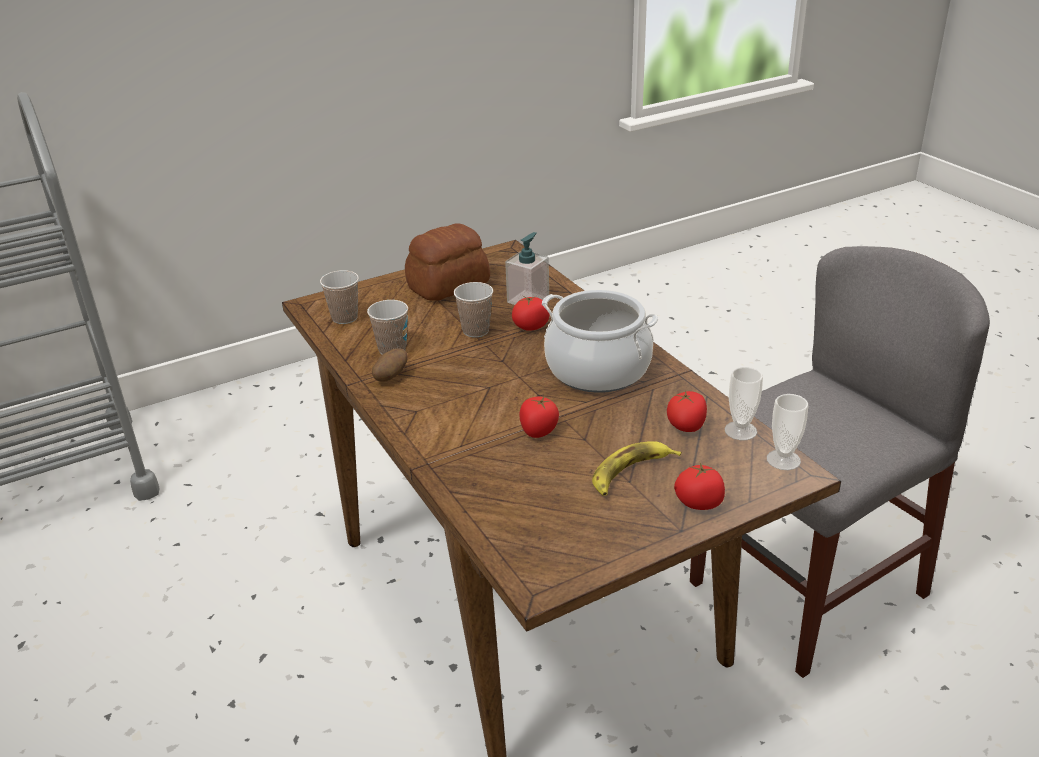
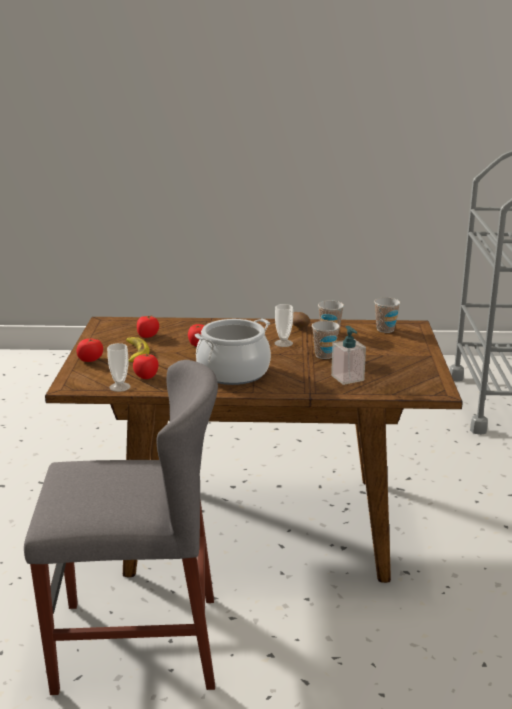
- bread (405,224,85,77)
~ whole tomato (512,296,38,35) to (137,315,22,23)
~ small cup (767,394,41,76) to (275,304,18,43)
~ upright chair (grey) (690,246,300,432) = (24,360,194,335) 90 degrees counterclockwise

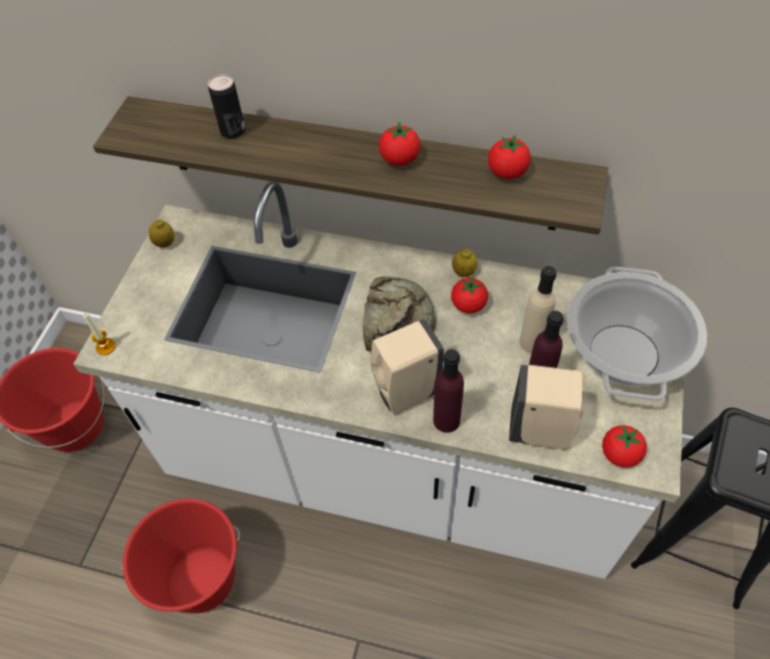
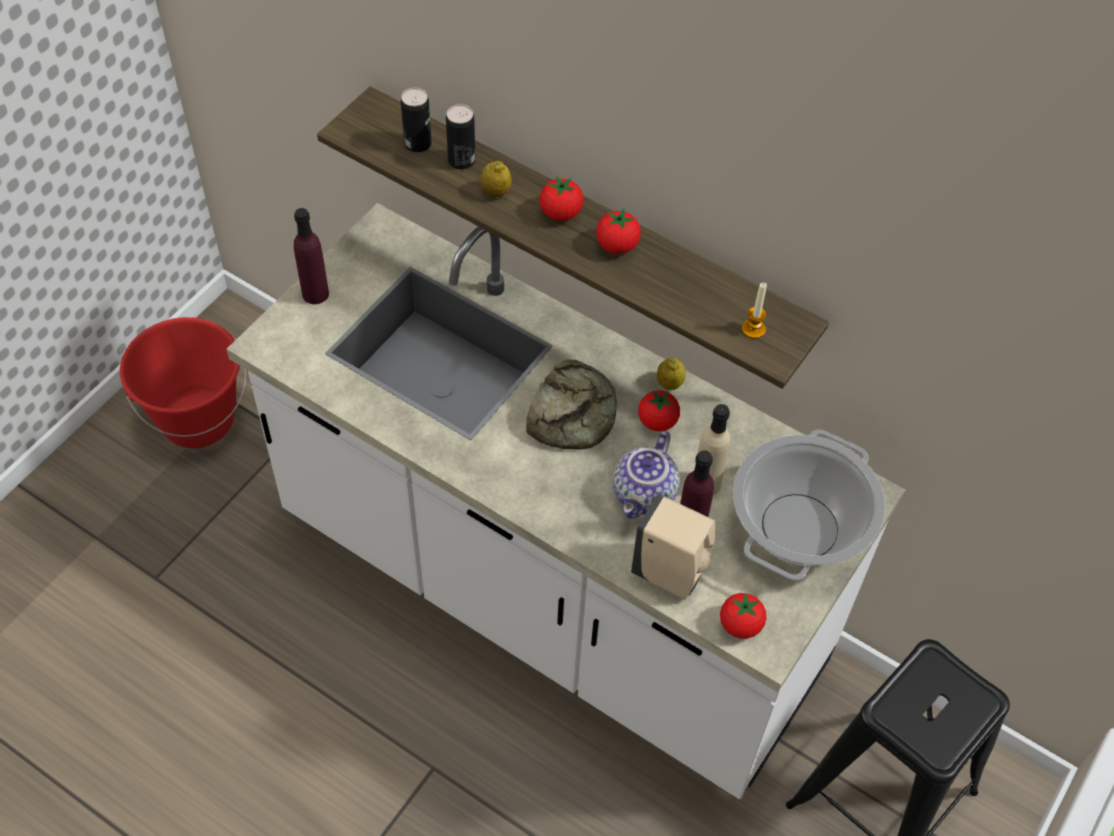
- water bucket (red) (122,498,118,115)
- liquid soap bottle (beige-coloured) (370,319,74,95)
+ sealed can (401,88,31,65)
+ teapot (613,431,67,88)
~ candle (83,313,33,42) to (742,283,25,56)
~ lemon (149,219,26,28) to (481,161,30,36)
~ drink bottle (purple-coloured) (433,349,31,84) to (294,208,35,96)
~ whole tomato (488,135,43,44) to (539,176,45,45)

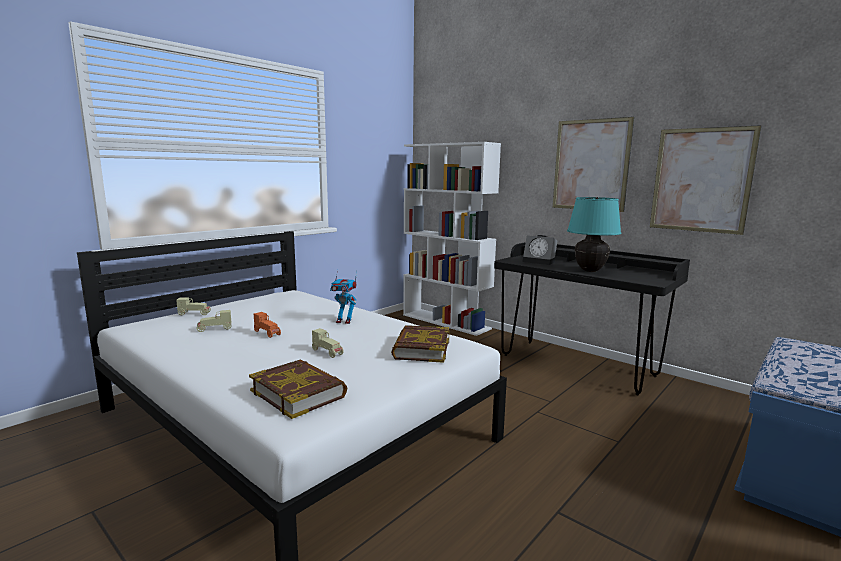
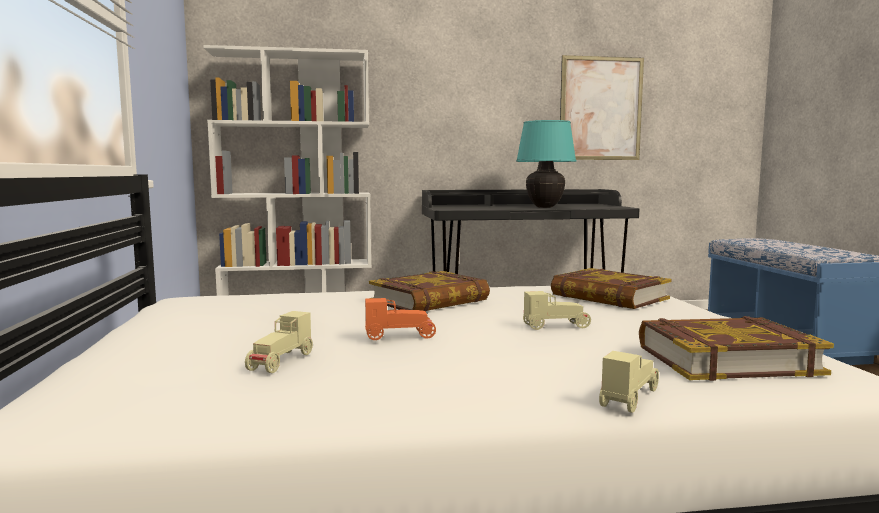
- bedside clock (522,235,35,30)
- wall picture (553,117,81,95)
~ miniature car (beige-coloured) (176,298,35,17) to (599,351,60,62)
~ robot figure (330,270,27,54) to volume (369,271,121,41)

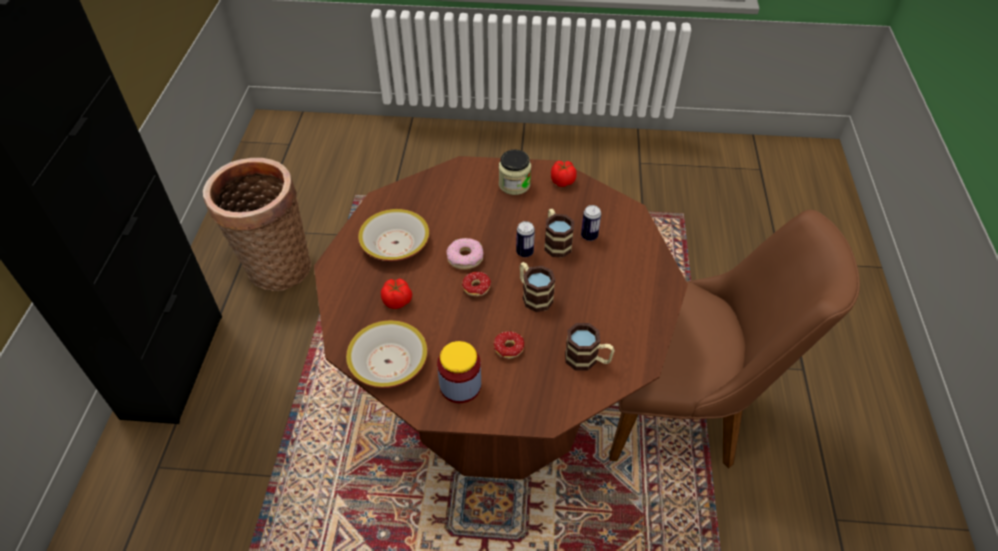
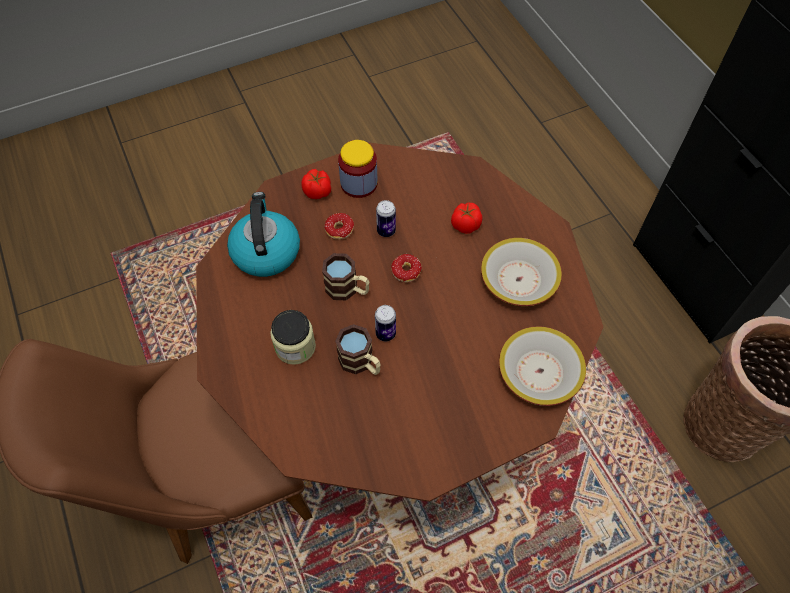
- ring doughnut (446,238,37,32)
~ bowl (346,320,82,68) to (499,326,87,80)
~ jar (499,150,32,45) to (270,310,46,55)
~ whole tomato (551,161,26,26) to (301,169,30,30)
~ sealed can (581,205,20,36) to (376,200,20,37)
~ tea mug (565,323,49,48) to tea kettle (227,192,73,85)

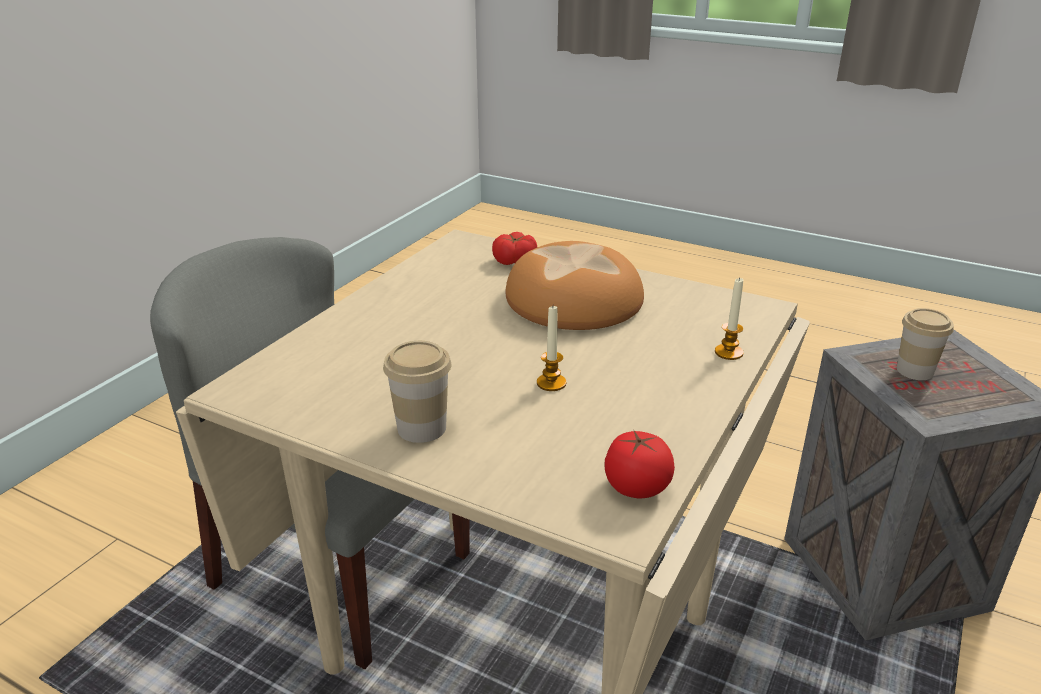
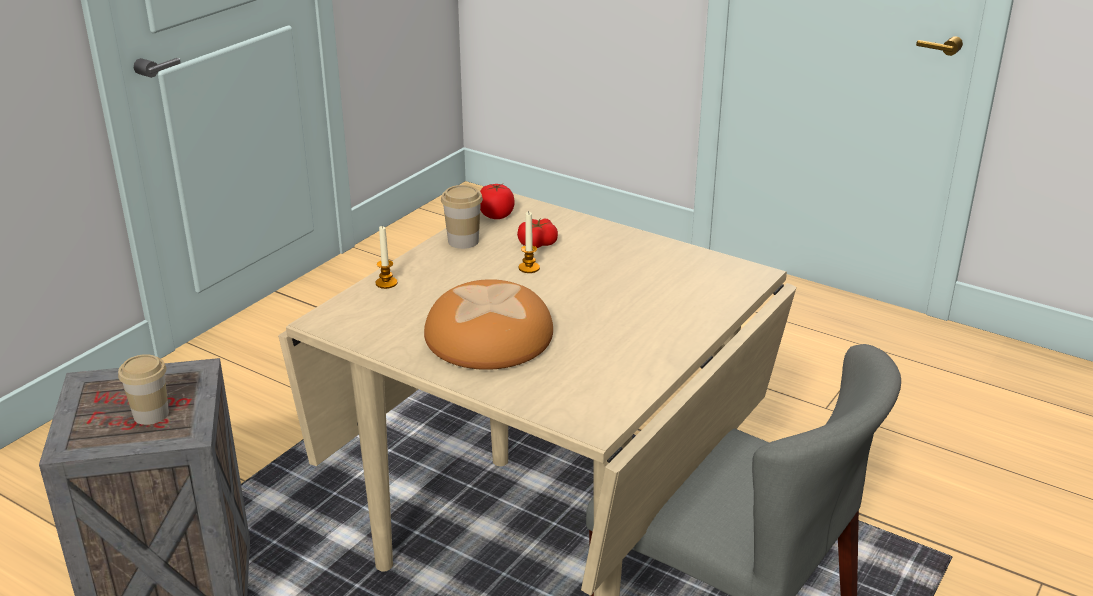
~ small cup (383,341,68,102) to (441,185,42,64)
~ whole tomato (492,232,45,33) to (517,218,41,30)

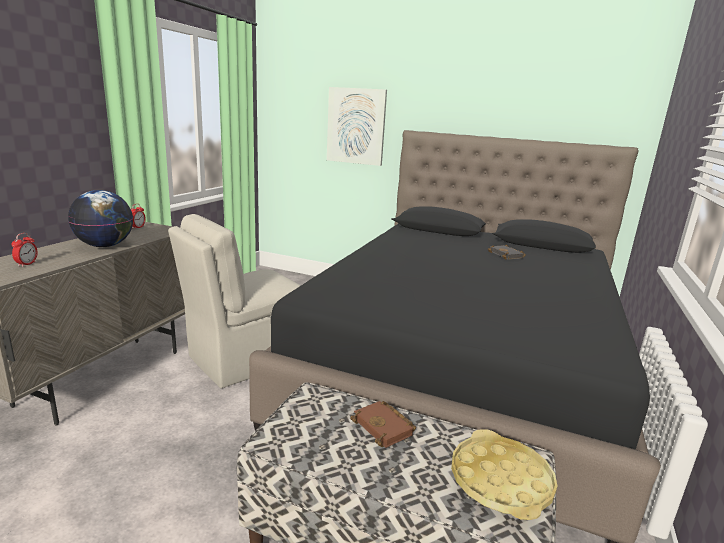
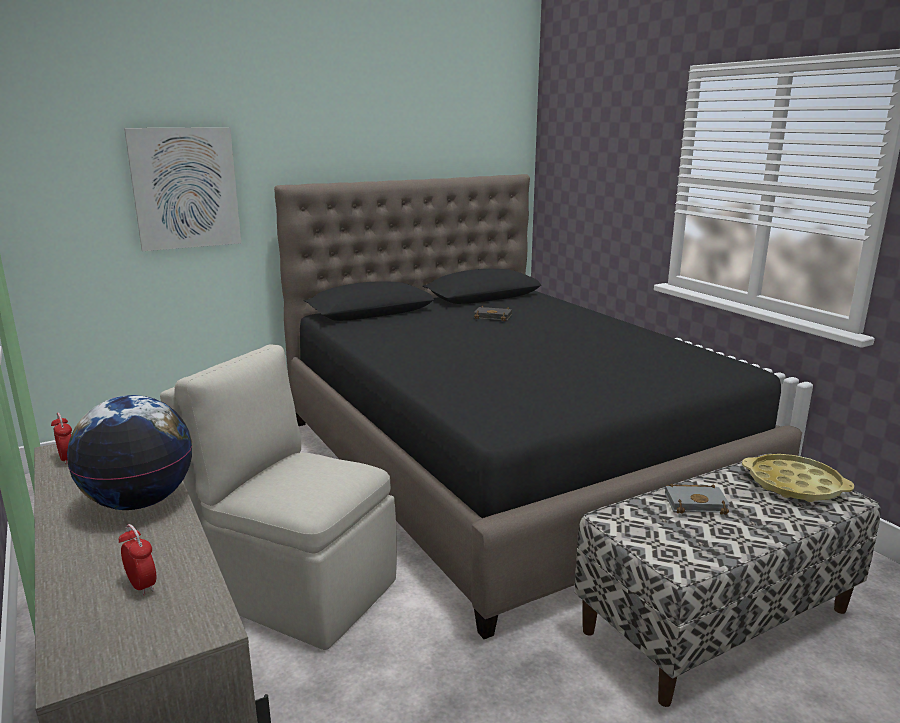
~ volume (brown-coloured) (350,401,66,47) to volume (grey) (665,484,65,30)
~ upright chair (beige-coloured) (168,214,133,174) = (160,344,237,306) 120 degrees clockwise

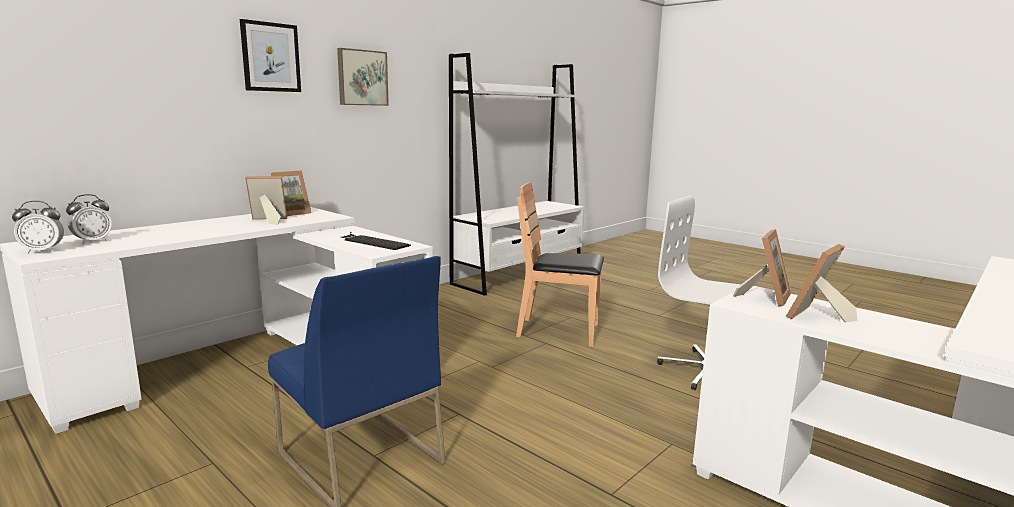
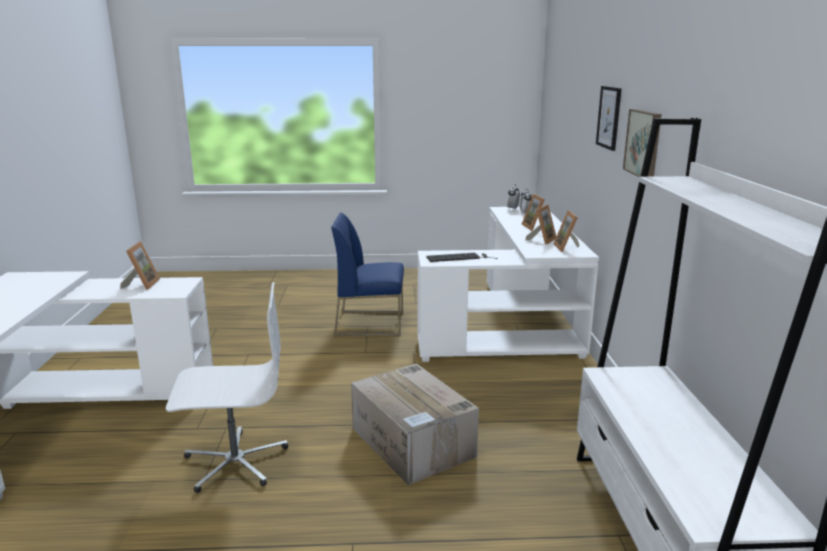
~ standing frame (733,229,58,77) to (522,194,23,37)
~ upright chair (brown-coloured) (516,182,88,165) to carton (351,364,128,121)

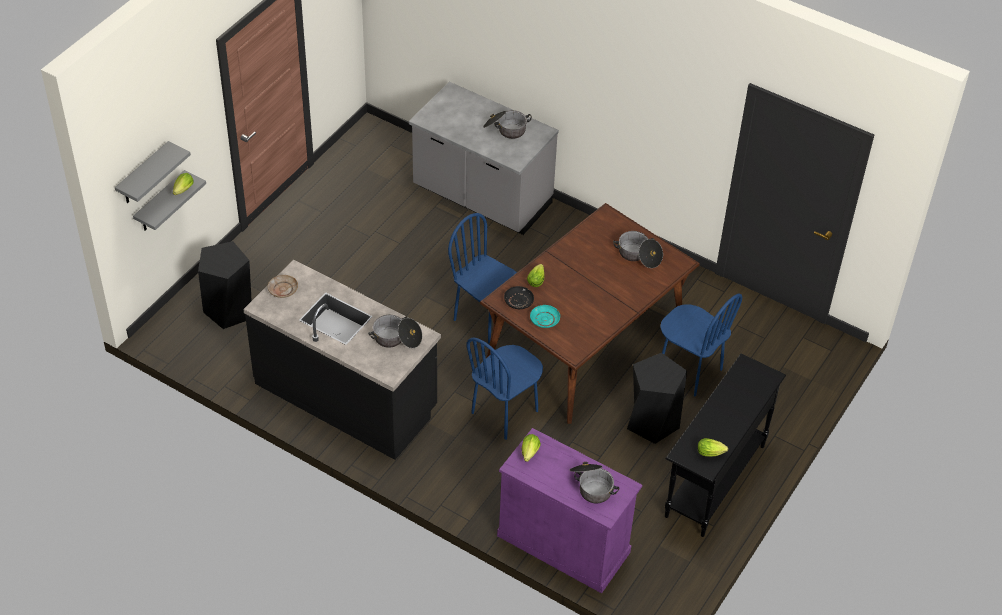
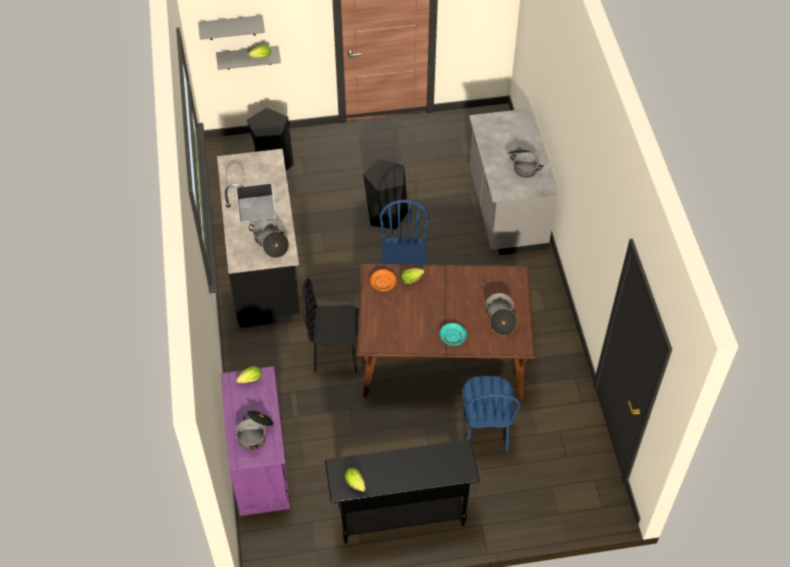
- plate (beige-coloured) (268,275,30,23)
~ plate (blue-green) (530,305,30,23) to (440,323,27,23)
~ sitting stool (blackish) (627,353,60,91) to (363,159,45,70)
~ upright chair (blue-coloured) (467,337,76,103) to upright chair (blackish) (302,278,57,94)
~ plate (blackish) (504,286,30,23) to plate (orange) (370,269,26,22)

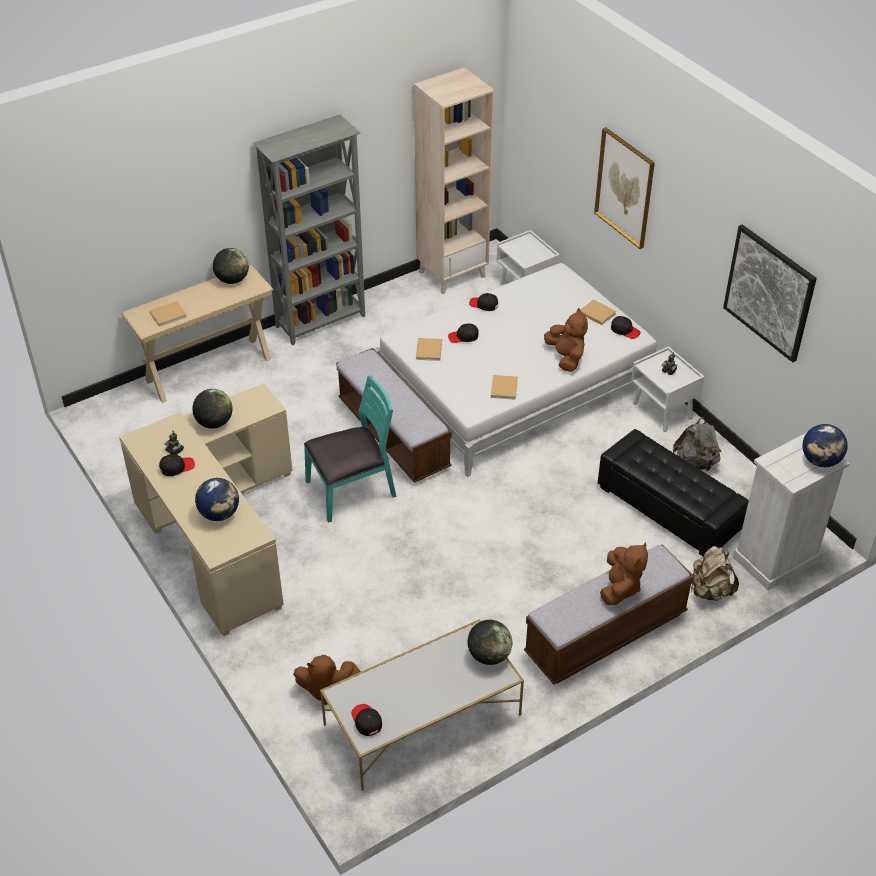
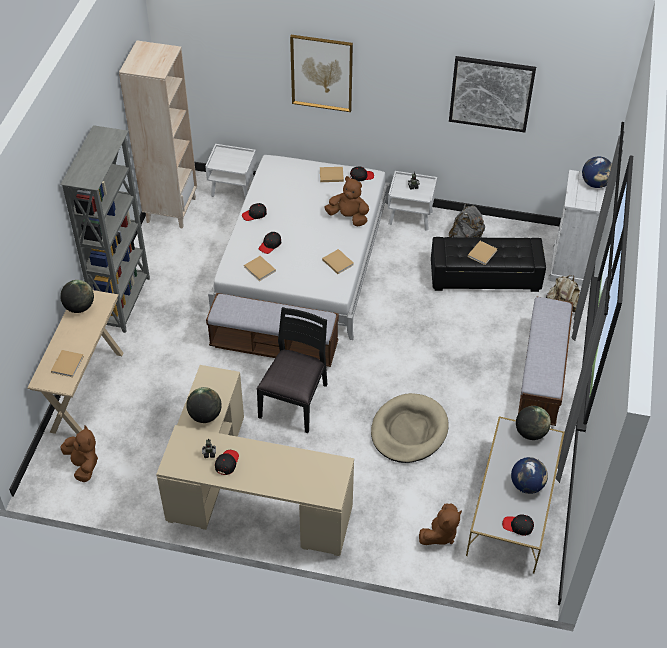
+ dog bed (beige-coloured) (371,393,78,70)
+ volume (beige-coloured) (468,241,29,24)
~ globe (195,478,44,43) to (511,457,37,37)
~ cuddly toy (brown-coloured) (600,542,48,64) to (60,426,38,56)
~ upright chair (blue-green) (304,375,92,148) to upright chair (blackish) (257,307,70,126)

